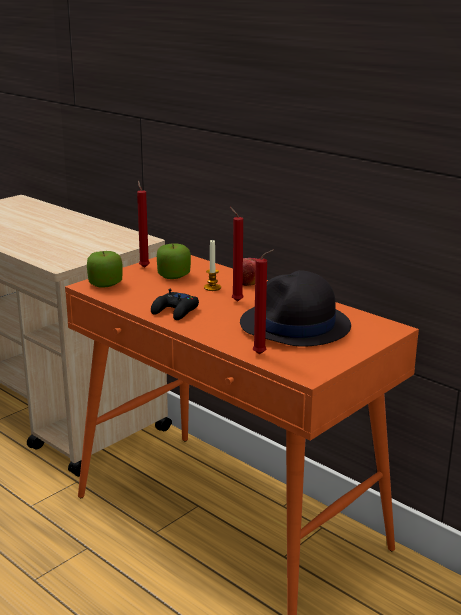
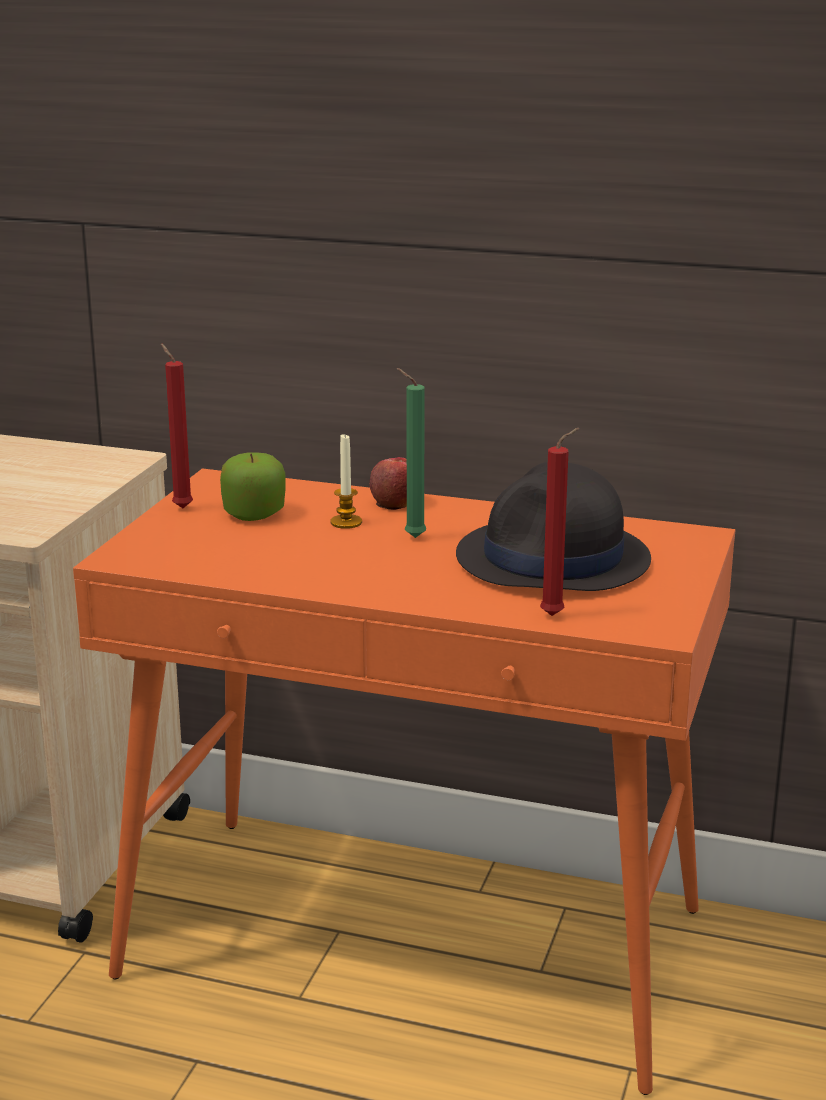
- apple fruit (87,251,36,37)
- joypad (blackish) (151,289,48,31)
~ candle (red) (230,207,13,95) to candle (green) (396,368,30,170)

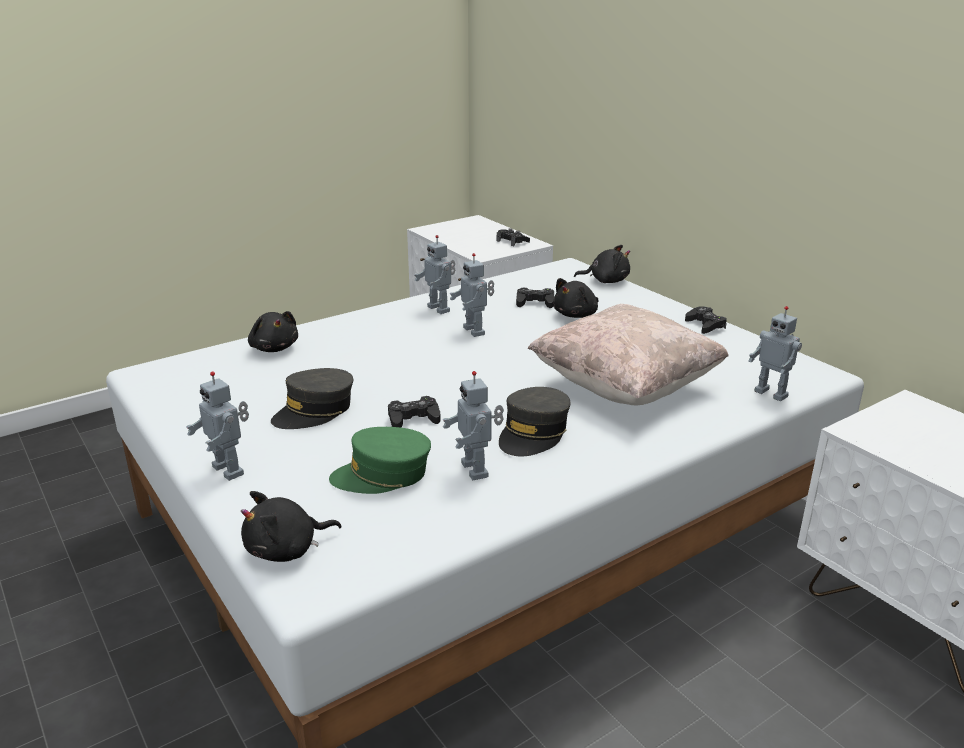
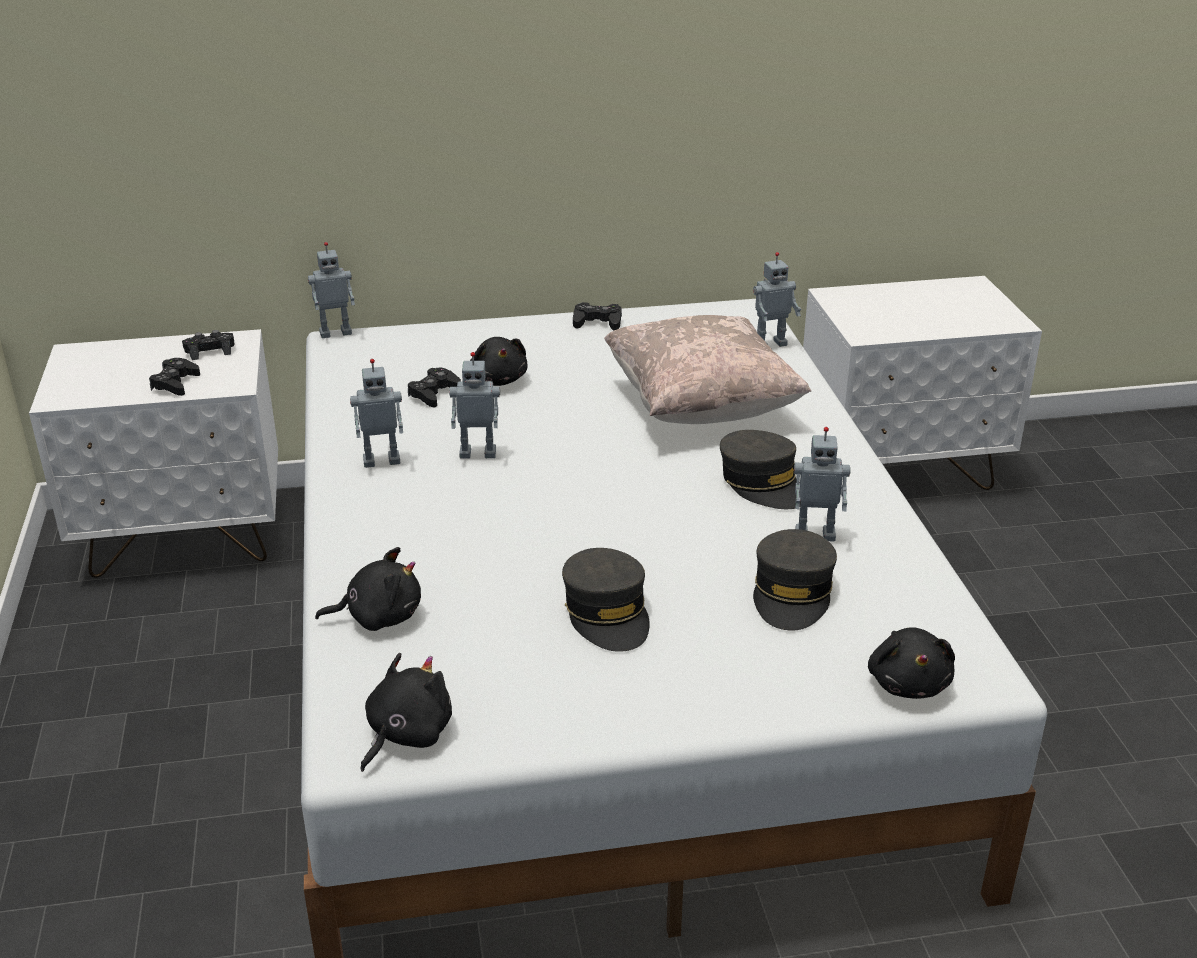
~ robot figure (186,372,63,109) to (308,242,47,96)
~ joypad (blackish) (388,396,52,32) to (149,358,51,38)
~ cuddly toy (blackish) (574,245,56,38) to (361,653,91,119)
~ peaked cap (green) (329,427,102,67) to peaked cap (grey) (753,529,84,102)

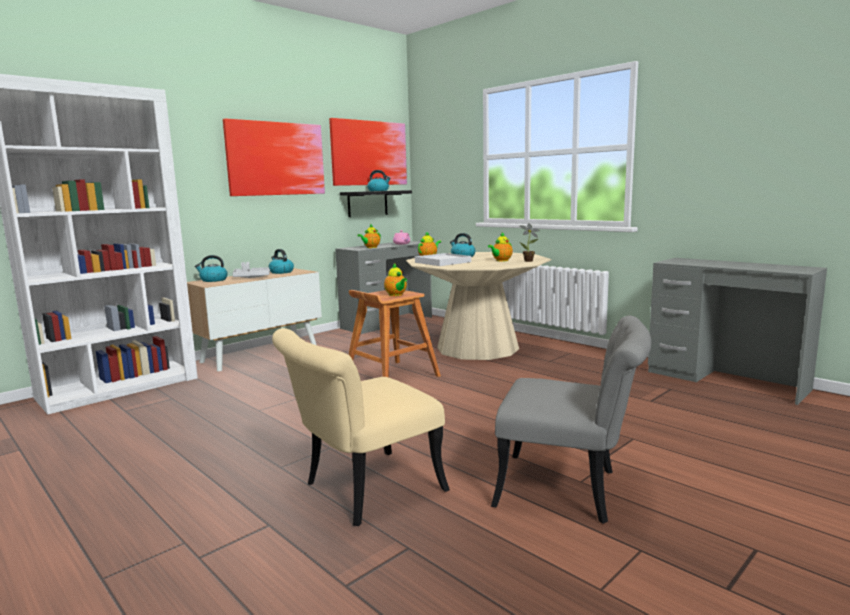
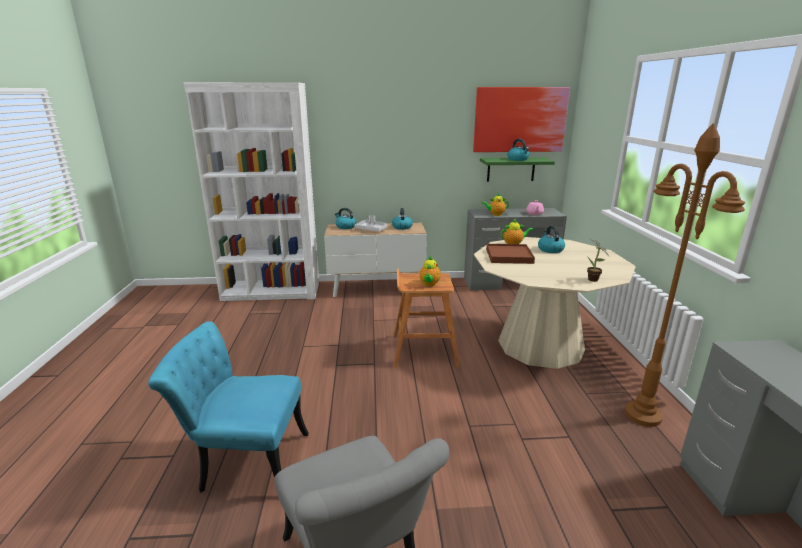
- wall picture (223,118,102,78)
- teapot (488,232,25,30)
+ floor lamp (brown-coloured) (625,123,120,304)
~ upright chair (beige-coloured) (272,328,178,198) to upright chair (blue-green) (148,321,161,172)
~ bracket shelf (blackish) (340,190,72,27) to bracket shelf (green) (480,157,75,25)
~ carrying tray (white-coloured) (415,253,56,13) to carrying tray (brown-coloured) (486,244,49,20)

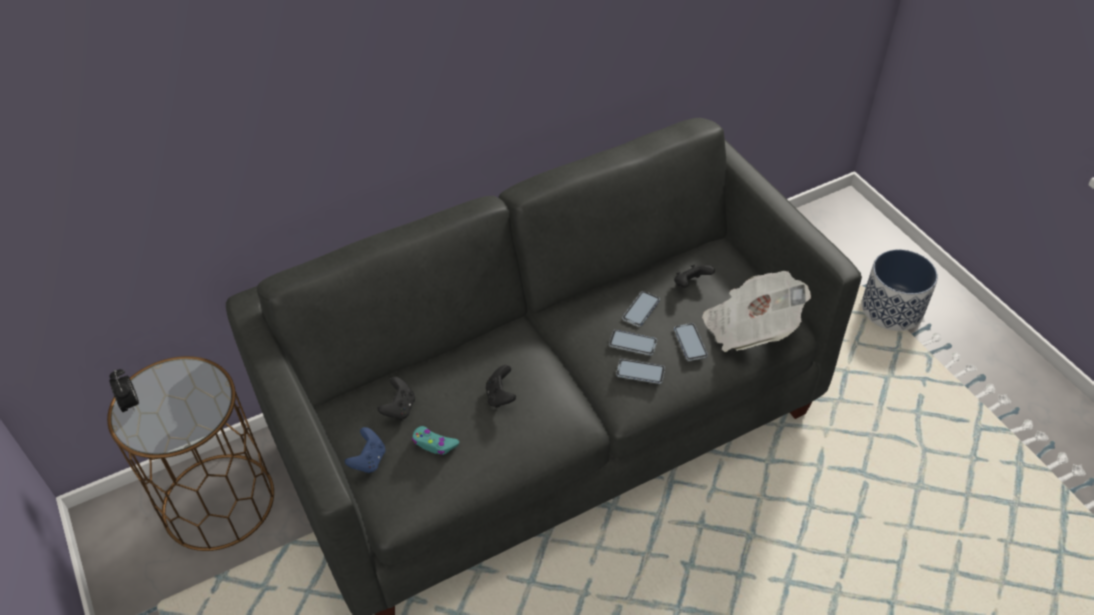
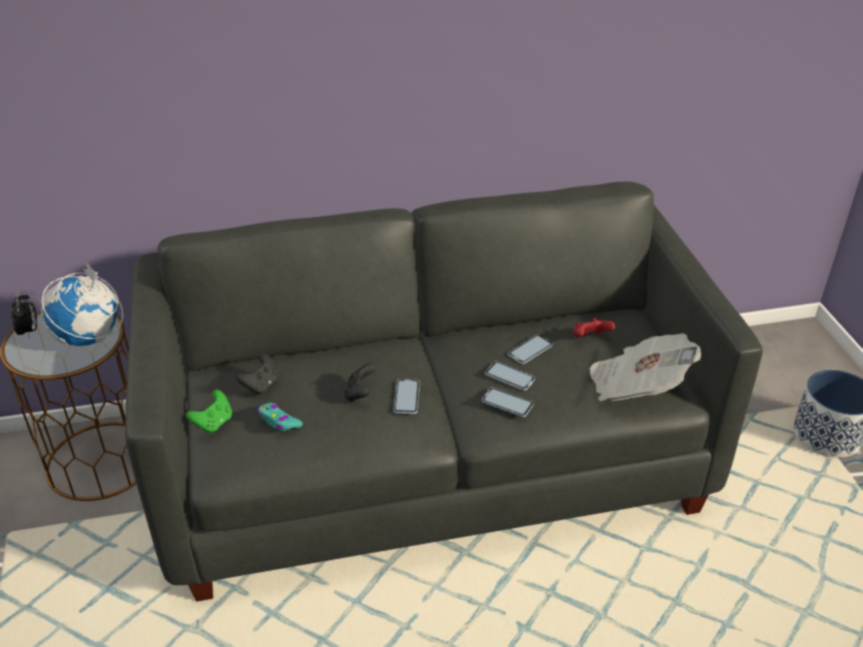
+ globe (41,263,82,83)
~ telephone (674,323,34,38) to (393,379,27,35)
~ joypad (blue-coloured) (345,427,41,46) to joypad (green) (186,390,46,44)
~ joypad (blackish) (674,264,41,24) to joypad (red) (573,318,42,20)

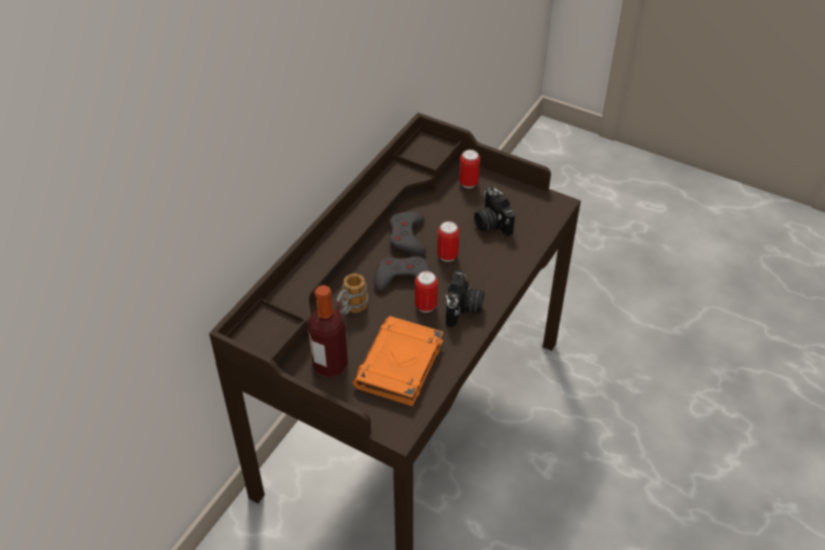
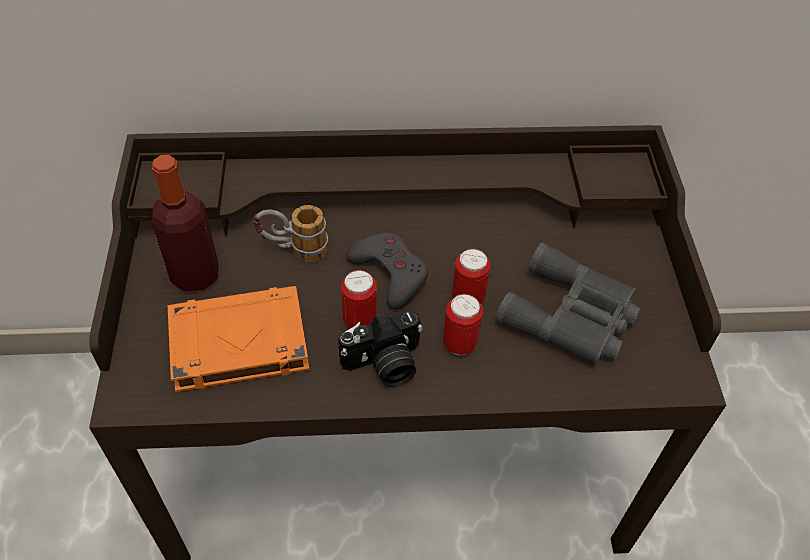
- joypad (grey) (390,211,36,45)
~ sealed can (459,150,21,38) to (443,294,40,62)
~ still camera (474,186,41,50) to pair of binoculars (grey) (495,243,146,122)

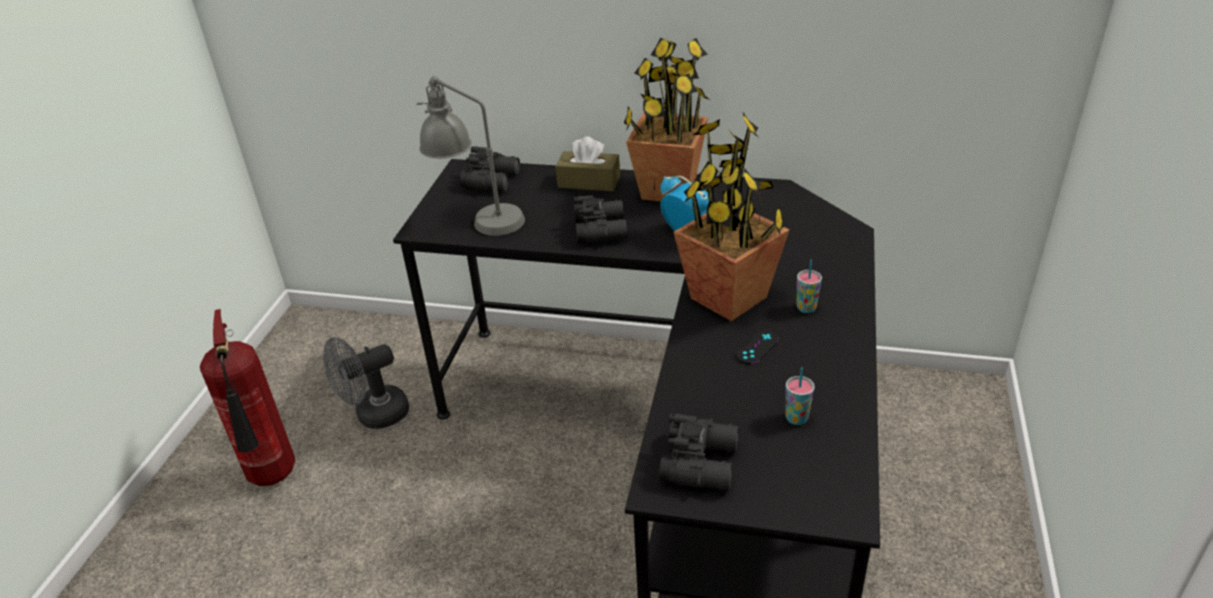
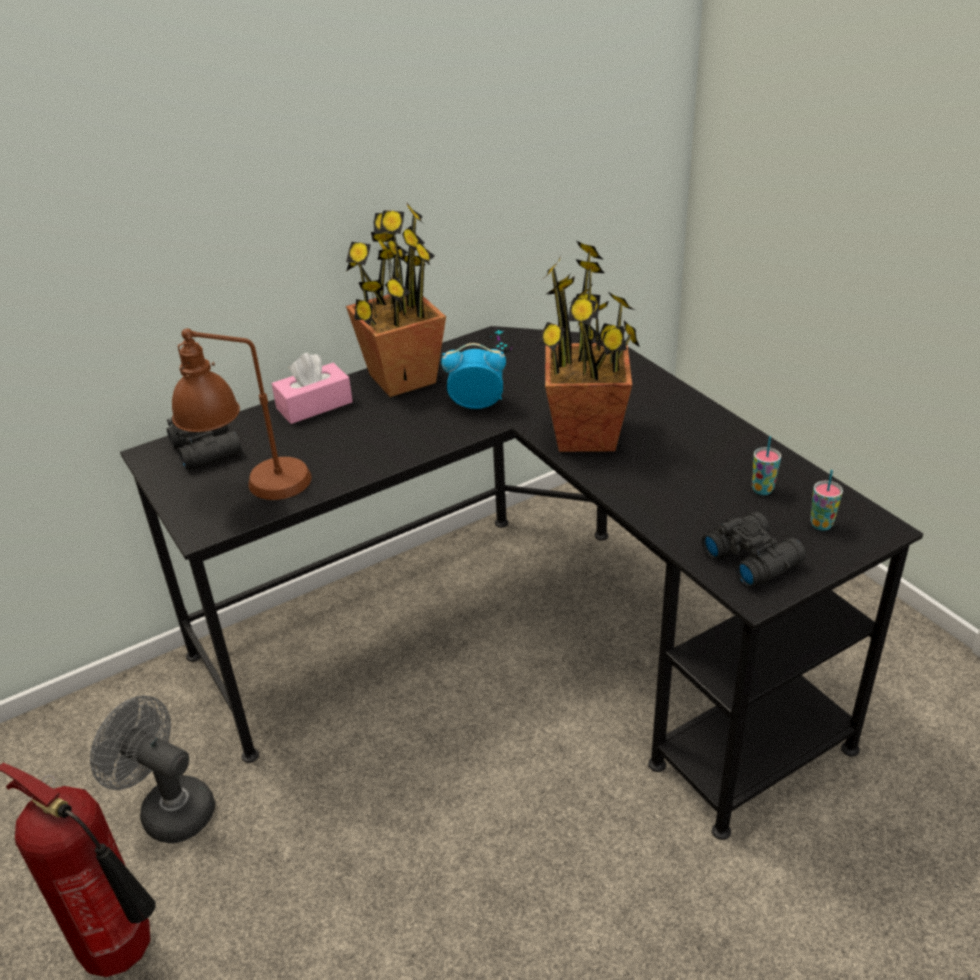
- pair of binoculars (blackish) (574,195,53,48)
~ joypad (blackish) (736,330,43,34) to (489,328,23,24)
~ small cup (797,260,25,53) to (810,470,33,61)
~ tabletop lamp (grey) (416,76,109,160) to tabletop lamp (brown-coloured) (172,328,140,172)
~ box of tissues (brown-coloured) (556,136,64,55) to box of tissues (pink) (272,353,81,71)
~ electric fan (grey) (323,337,86,92) = (90,695,125,148) 105 degrees clockwise

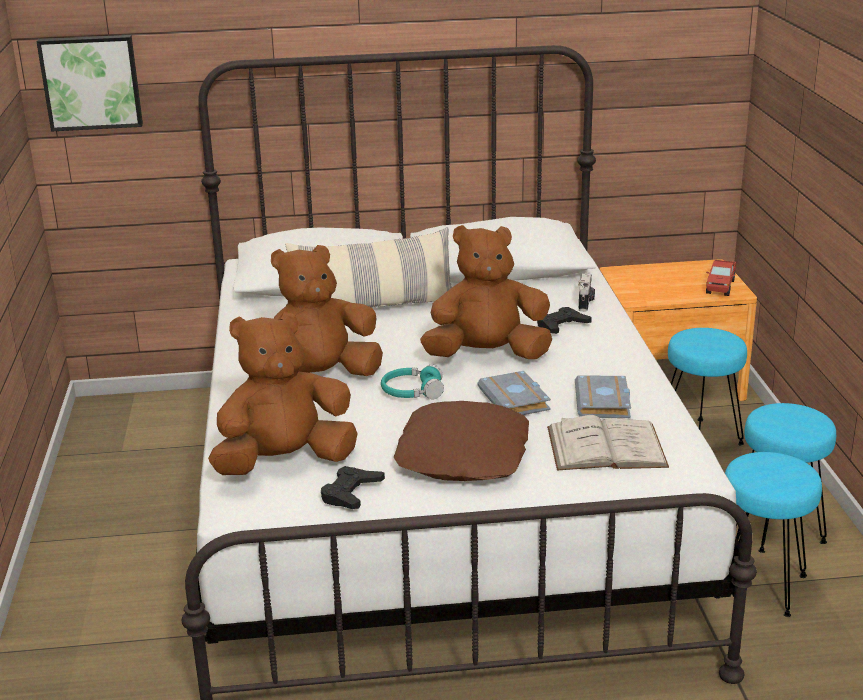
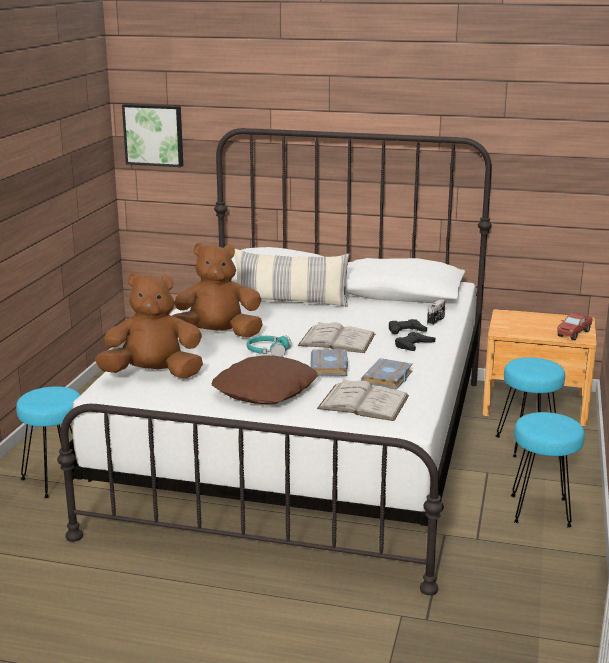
~ joypad (blackish) (321,466,64,43) to (395,332,40,19)
~ sitting stool (blue-green) (715,452,107,165) to (16,386,76,112)
~ cuddly toy (brown-coloured) (420,225,132,134) to volume (white-coloured) (298,322,77,31)

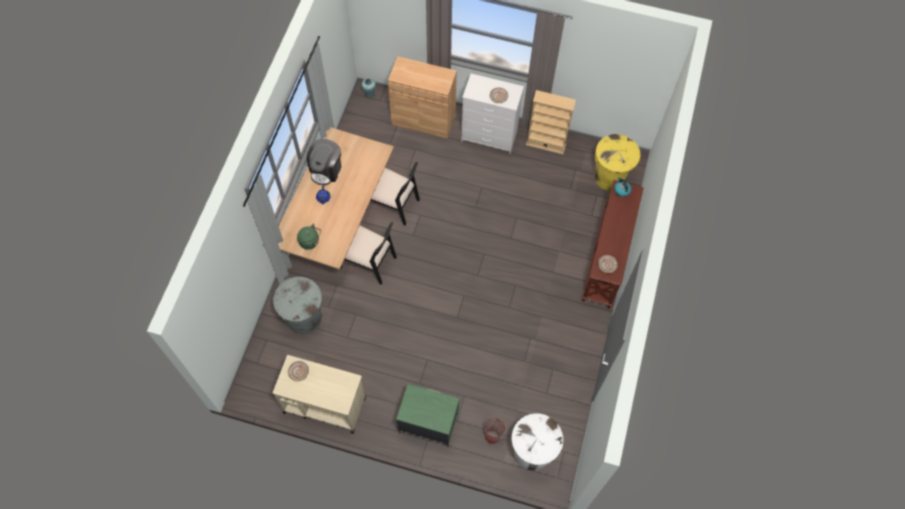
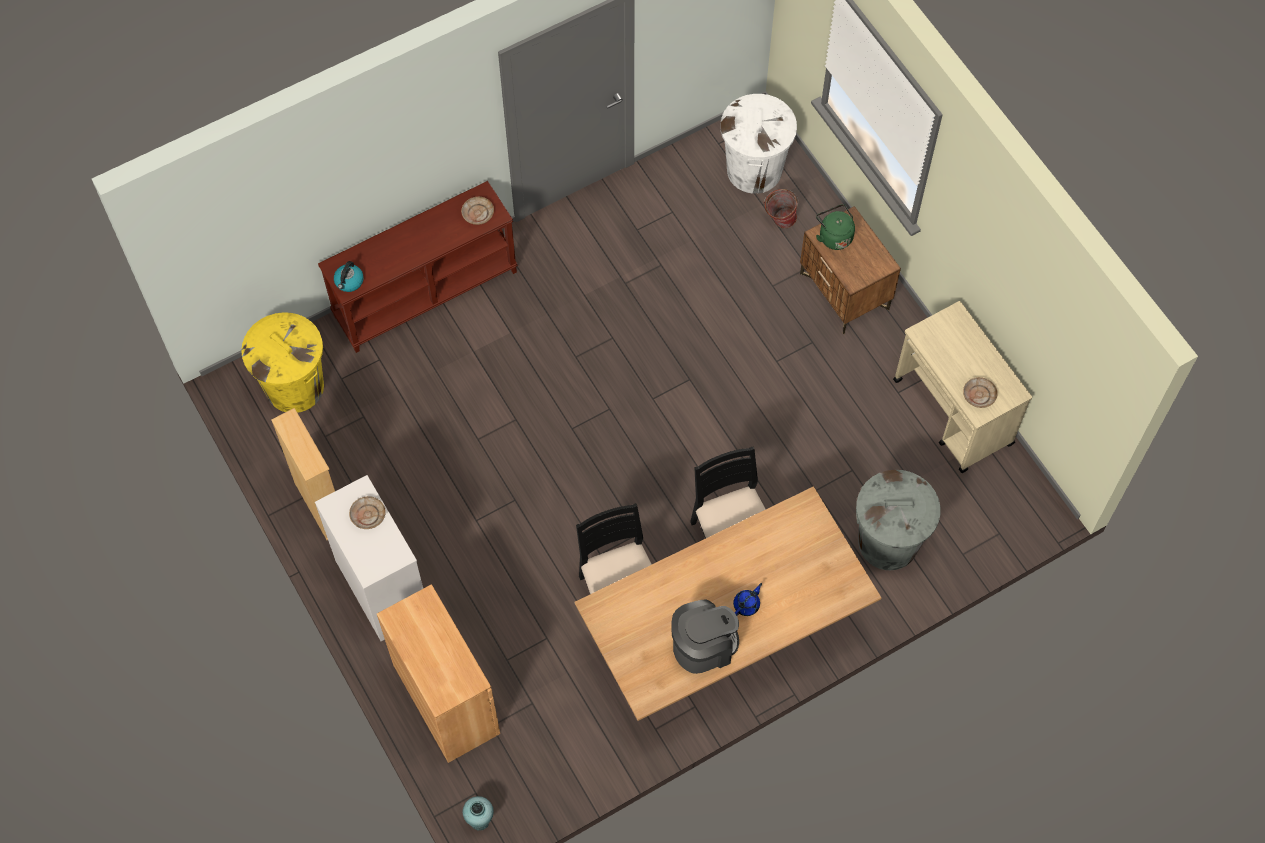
~ tea kettle (green) (297,223,24,27) to (816,204,39,46)
~ nightstand (green) (396,384,64,63) to nightstand (brown-coloured) (800,206,101,128)

